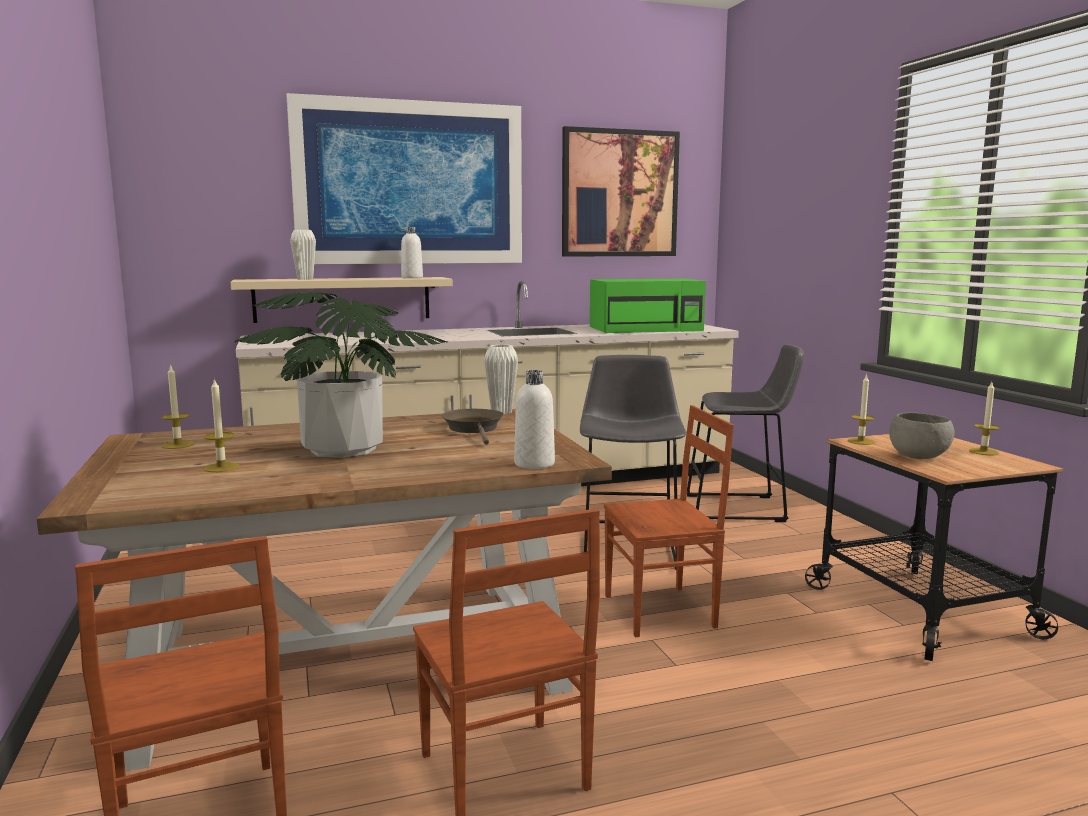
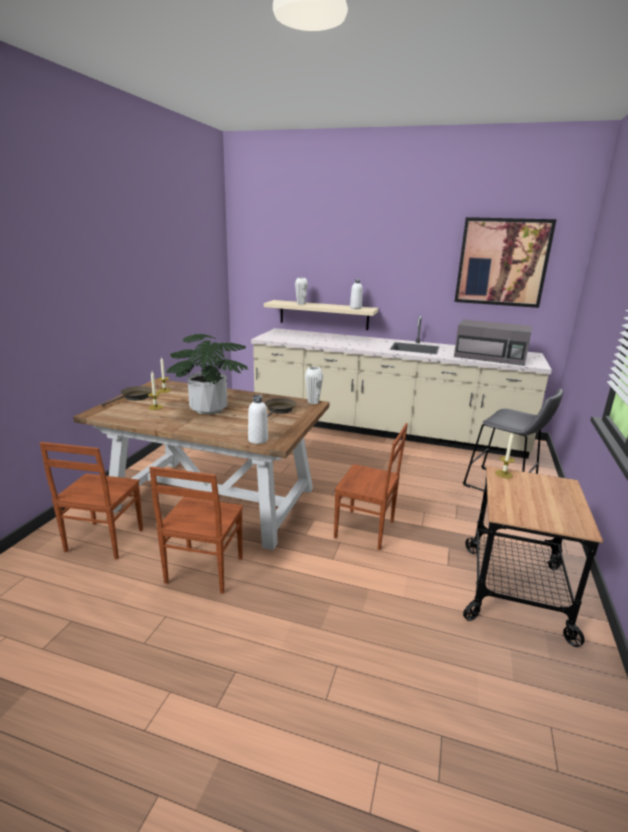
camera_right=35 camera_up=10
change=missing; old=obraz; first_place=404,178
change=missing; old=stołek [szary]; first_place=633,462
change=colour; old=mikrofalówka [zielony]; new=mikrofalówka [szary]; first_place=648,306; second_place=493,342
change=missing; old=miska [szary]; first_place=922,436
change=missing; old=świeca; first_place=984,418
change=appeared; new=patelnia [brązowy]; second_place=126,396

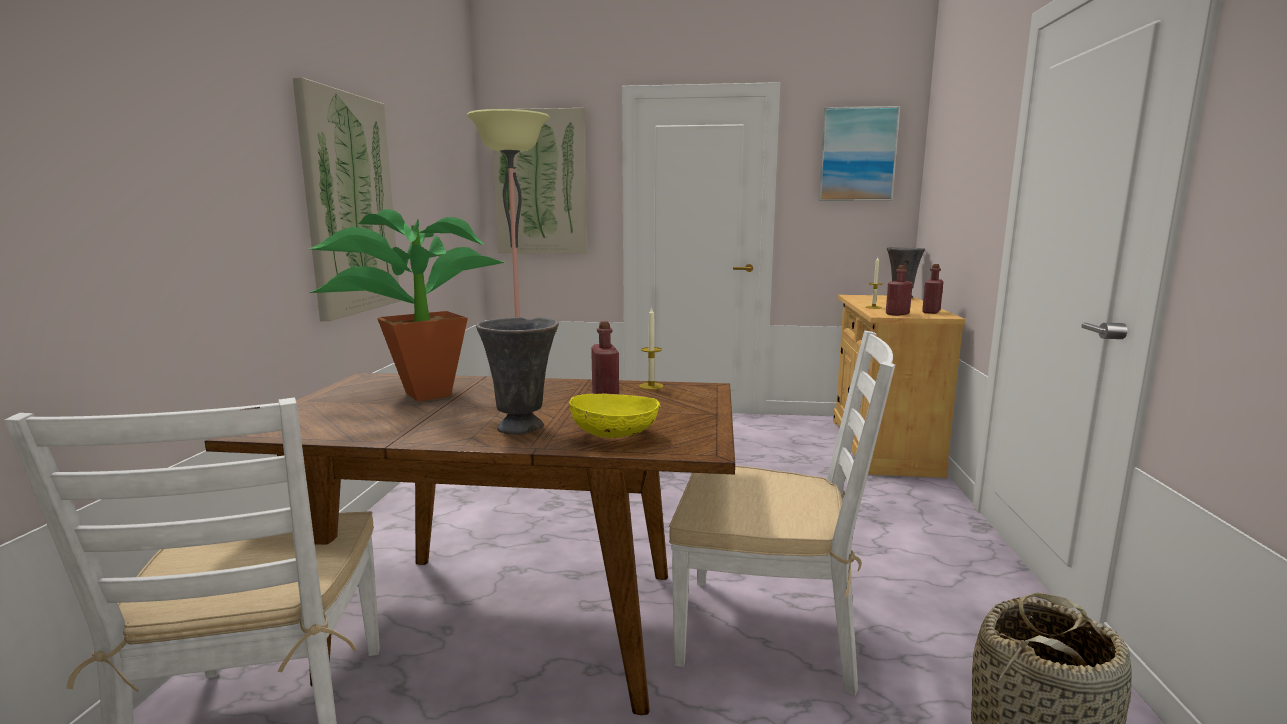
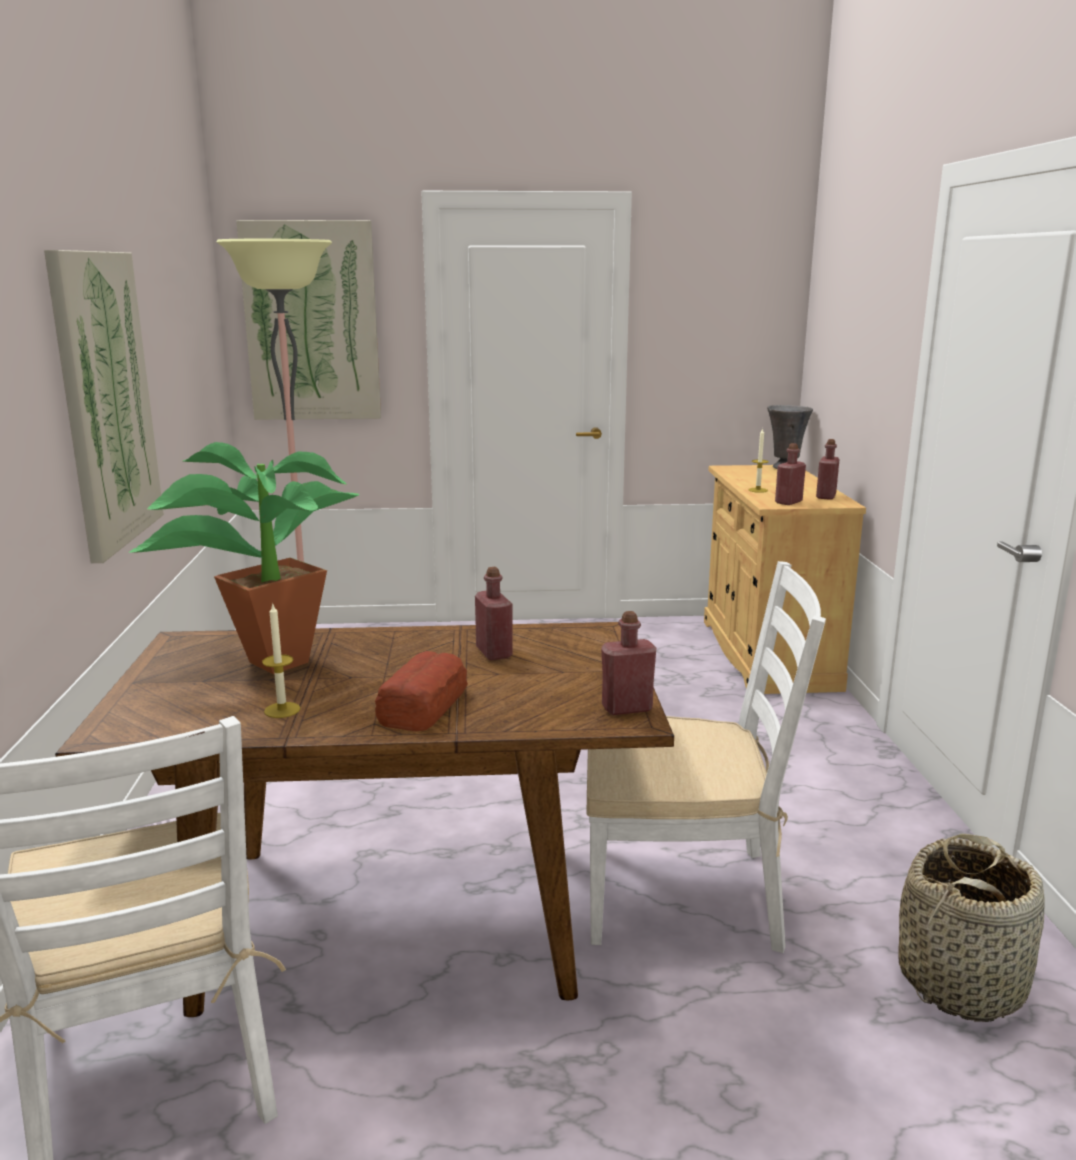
camera_right=-10 camera_up=5
change=exchanged; old=wazon [szary]; new=chleb; first_place=517,376; second_place=421,691
change=missing; old=miska [żółty]; first_place=615,415
change=relocated; old=świeca; first_place=651,348; second_place=281,660
change=missing; old=obraz; first_place=859,153
change=appeared; new=butelka [czerwony]; second_place=628,663

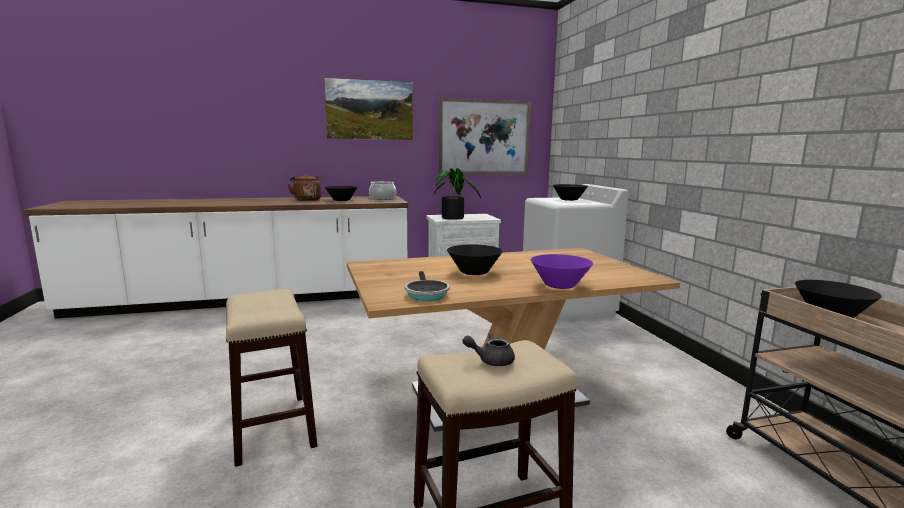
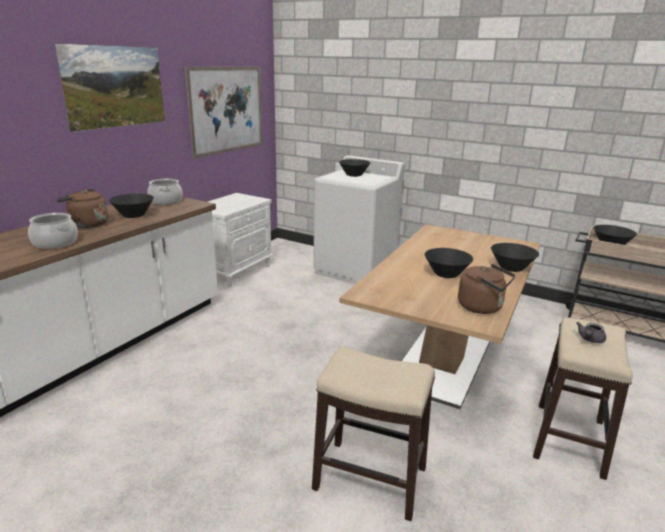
camera_right=-45 camera_up=10
change=exchanged; old=patelnia; new=czajnik [brązowy]; first_place=427,286; second_place=486,289
change=missing; old=roślina doniczkowa; first_place=457,194
change=colour; old=miska [fioletowy]; new=miska [czarny]; first_place=562,271; second_place=515,257
change=appeared; new=garnek; second_place=53,231

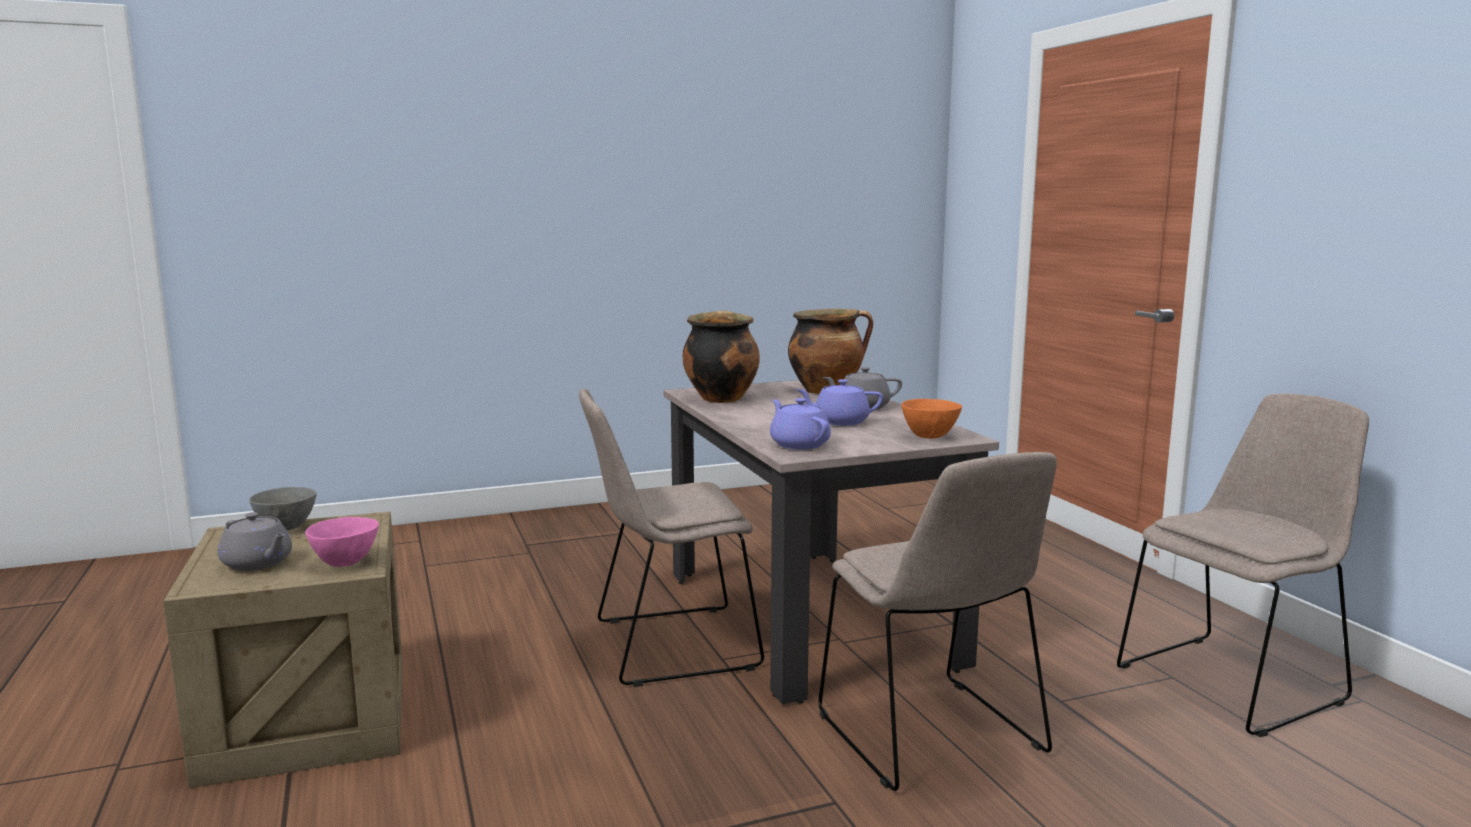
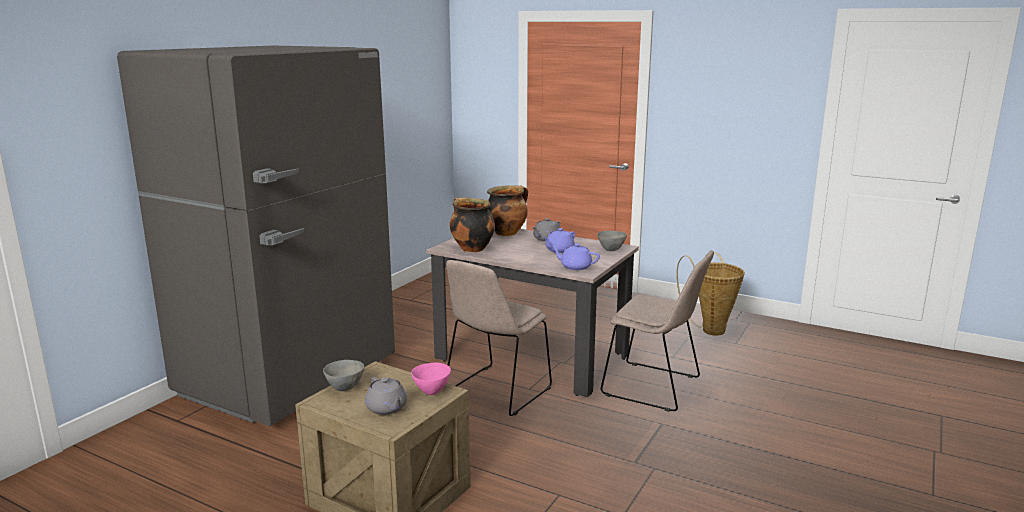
camera_right=-40 camera_up=5
change=spun; old=imbryk [szary]; first_place=255,541; second_place=386,396; degrees=60
change=colour; old=miska [pomarańczowy]; new=miska [szary]; first_place=931,419; second_place=612,241
change=exchanged; old=krzesło [beżowy]; new=koszyk; first_place=1243,565; second_place=710,294
change=appeared; new=lodówka [szary]; second_place=256,236

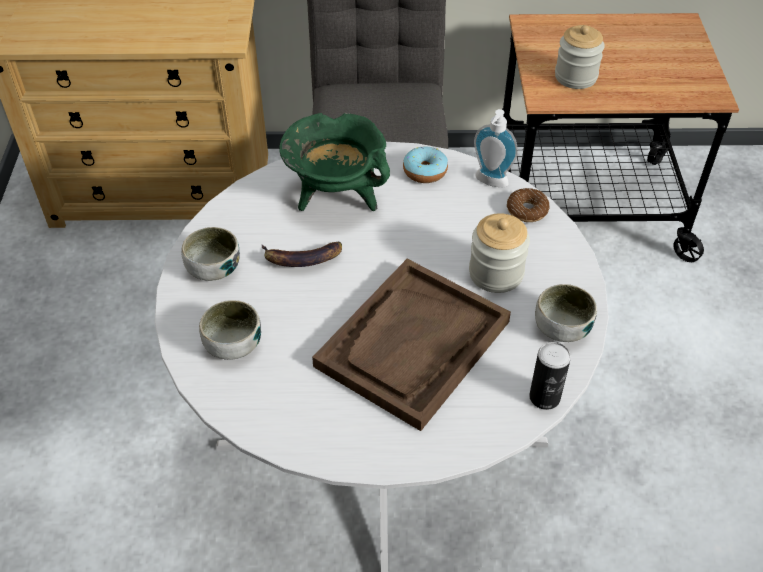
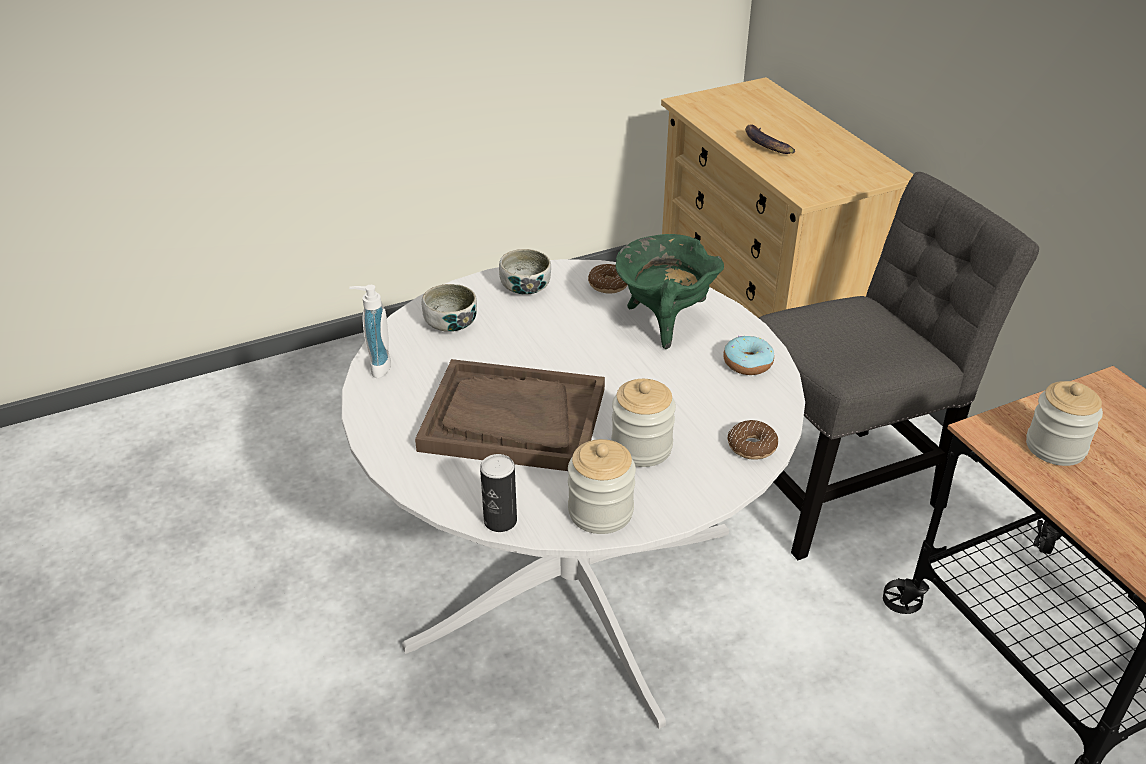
camera_right=65 camera_up=-10
change=relocated; old=banan; first_place=301,254; second_place=770,139
change=relocated; old=dozownik mydła; first_place=496,148; second_place=370,331
change=exchanged; old=miska; new=słoik; first_place=566,313; second_place=602,486
change=appeared; new=donut; second_place=608,279

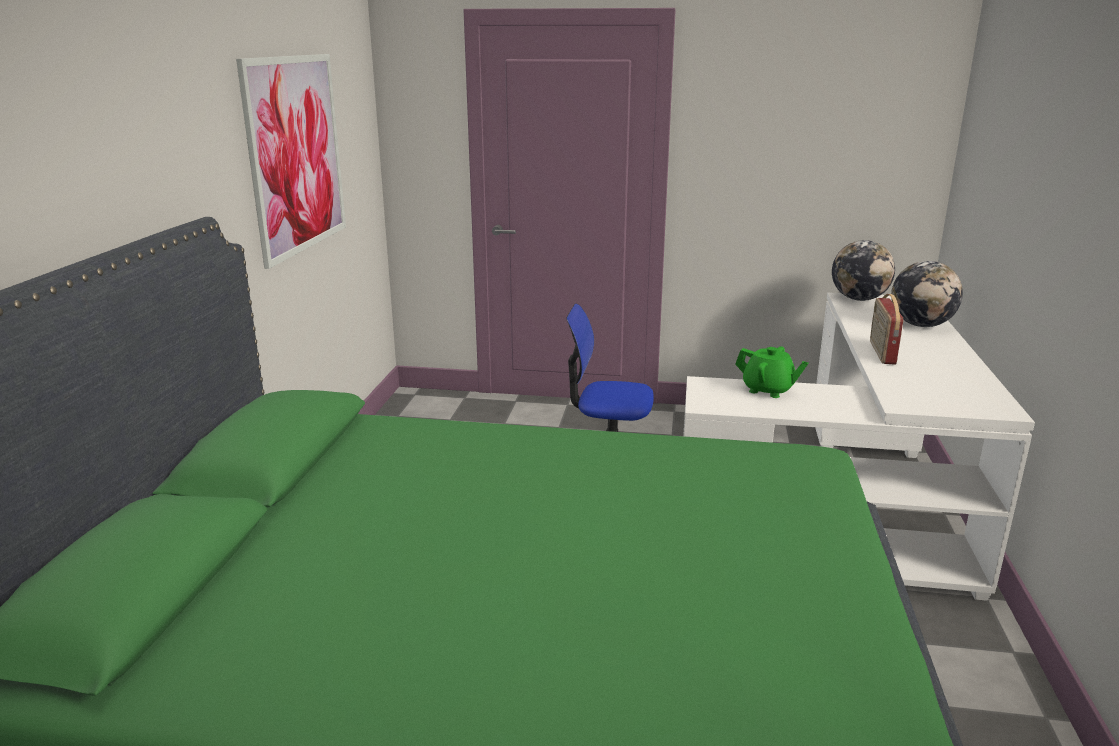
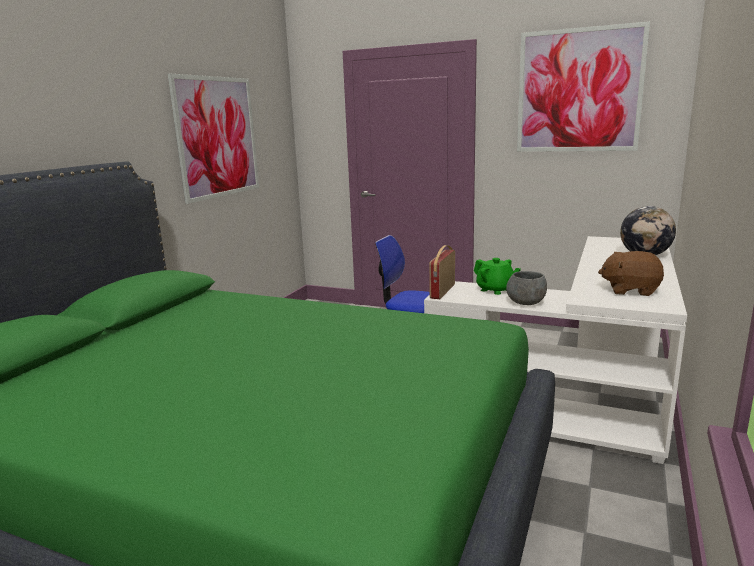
camera_right=15 camera_up=-5
change=missing; old=globus; first_place=863,270
change=relocated; old=radio; first_place=886,329; second_place=442,272
change=appeared; new=miska [szary]; second_place=526,288
change=appeared; new=obraz; second_place=583,86
change=appeared; new=pluszak [brązowy]; second_place=631,273

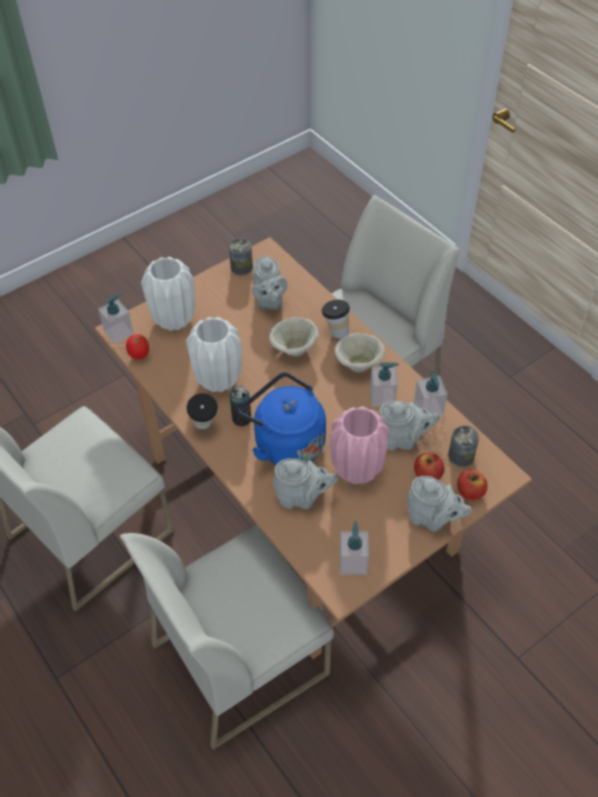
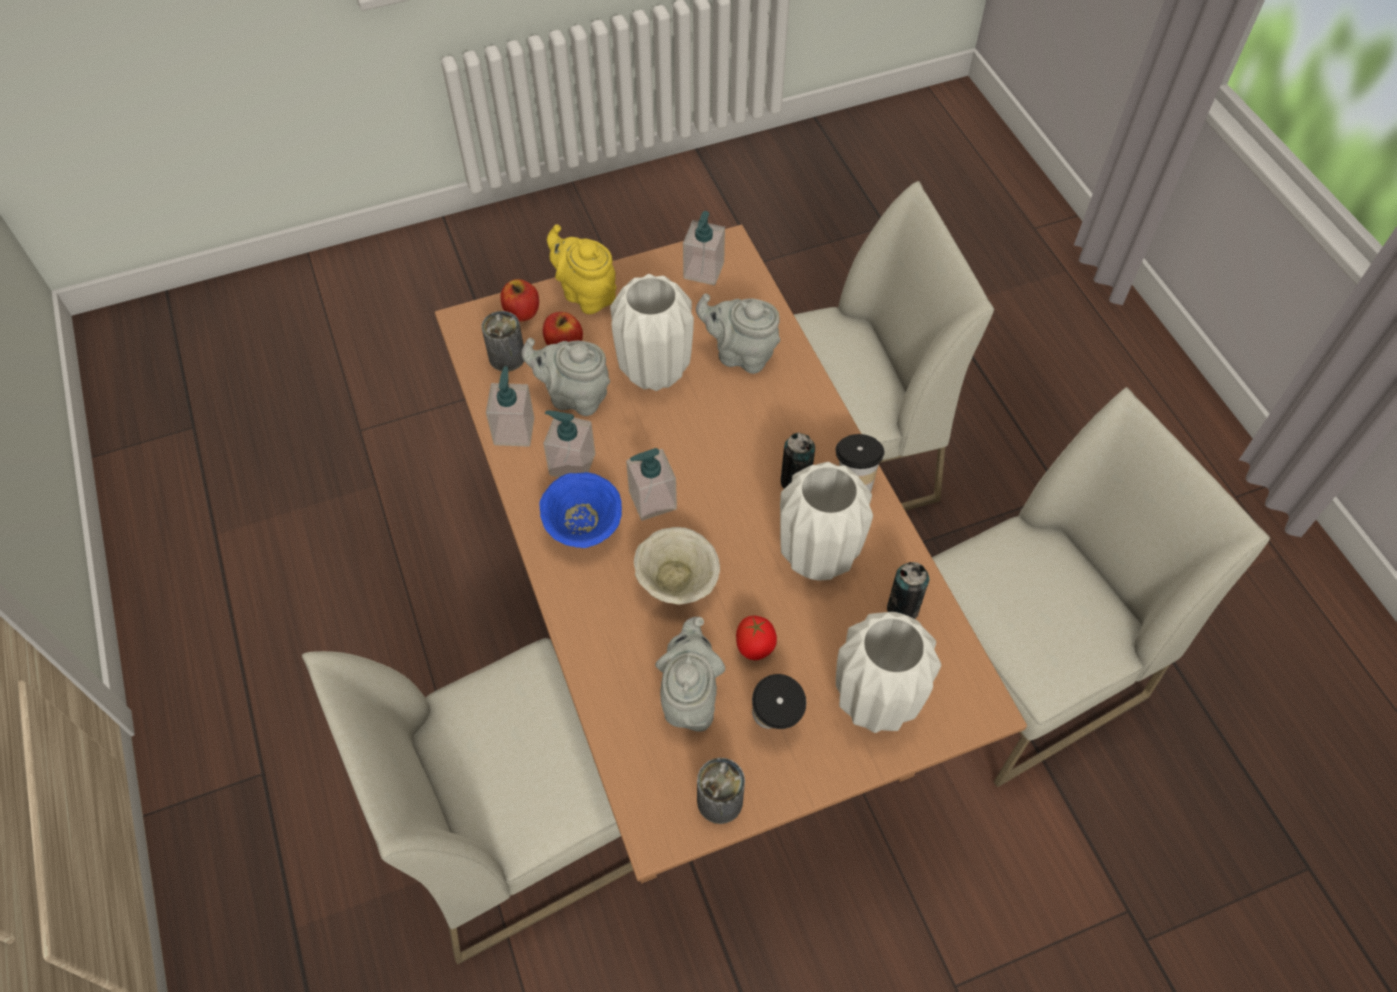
camera_right=-165 camera_up=5
change=relocated; old=dozownik mydła; first_place=116,318; second_place=651,484
change=relocated; old=pomidor; first_place=137,347; second_place=756,638
change=missing; old=czajnik [niebieski]; first_place=282,418
change=relocated; old=filiżanka; first_place=335,319; second_place=779,701
change=colour; old=wazon [różowy]; new=wazon [biały]; first_place=359,445; second_place=652,332
change=colour; old=miska [beżowy]; new=miska [niebieski]; first_place=359,352; second_place=580,510
change=colour; old=imbryk [szary]; new=imbryk [żółty]; first_place=439,504; second_place=582,269
change=appeared; new=puszka; second_place=908,590

